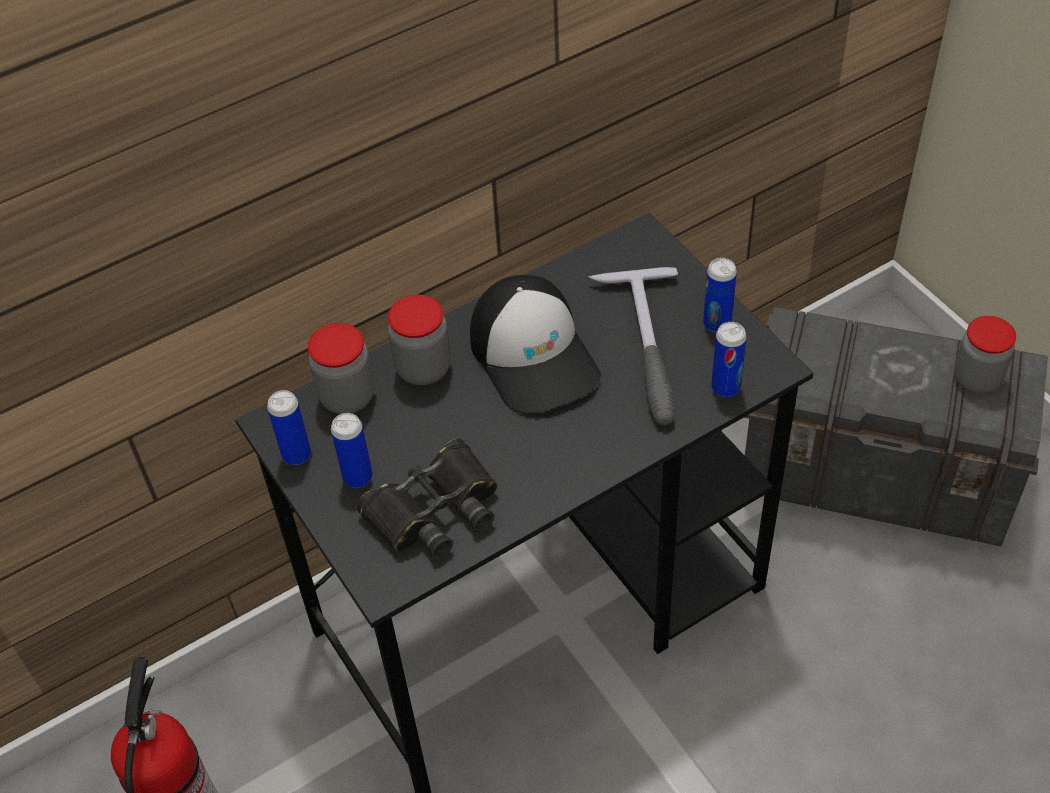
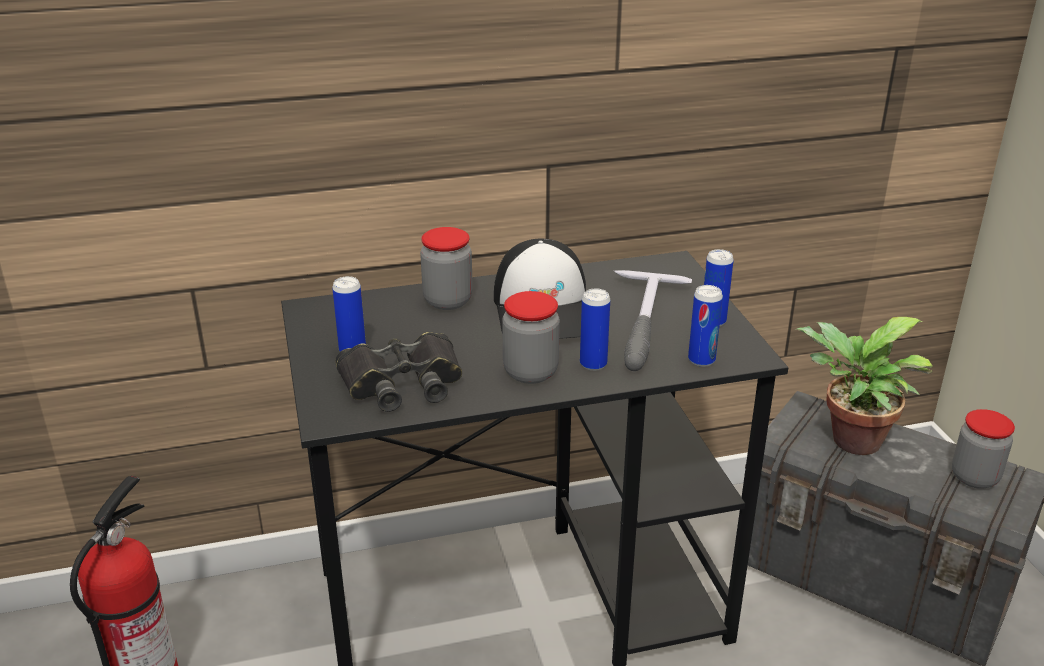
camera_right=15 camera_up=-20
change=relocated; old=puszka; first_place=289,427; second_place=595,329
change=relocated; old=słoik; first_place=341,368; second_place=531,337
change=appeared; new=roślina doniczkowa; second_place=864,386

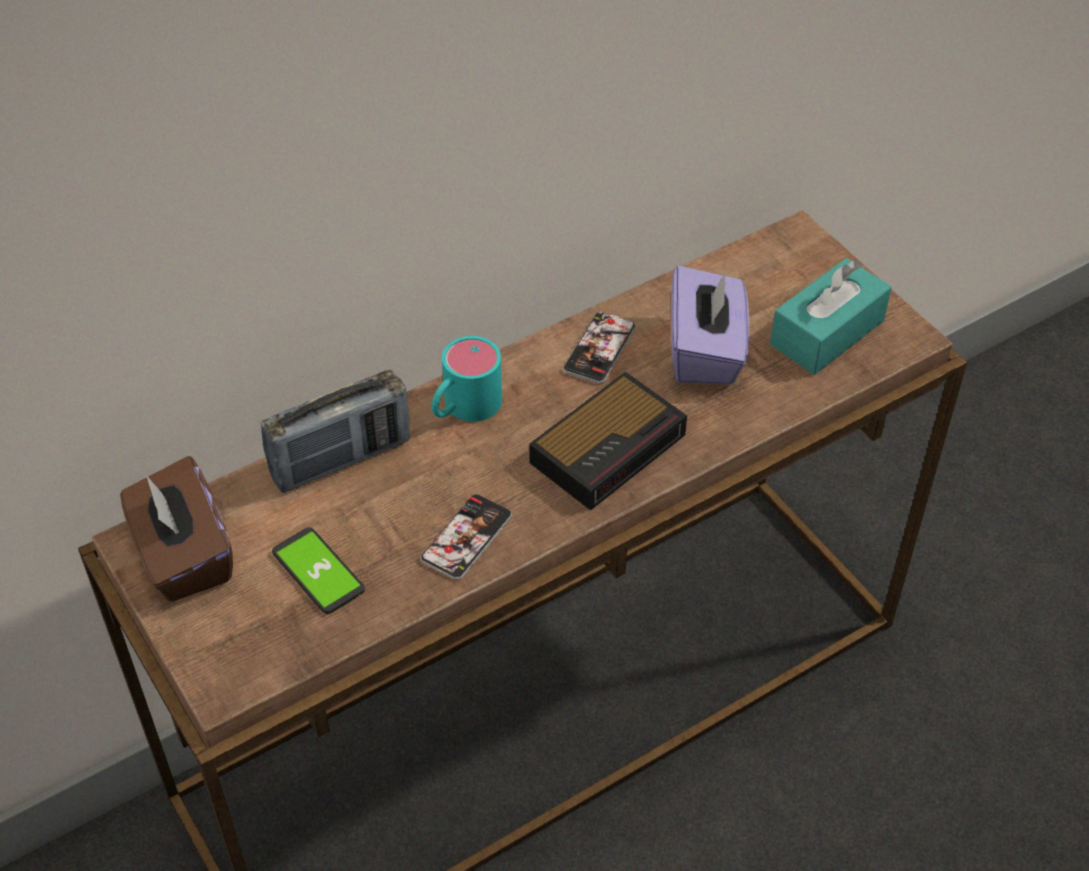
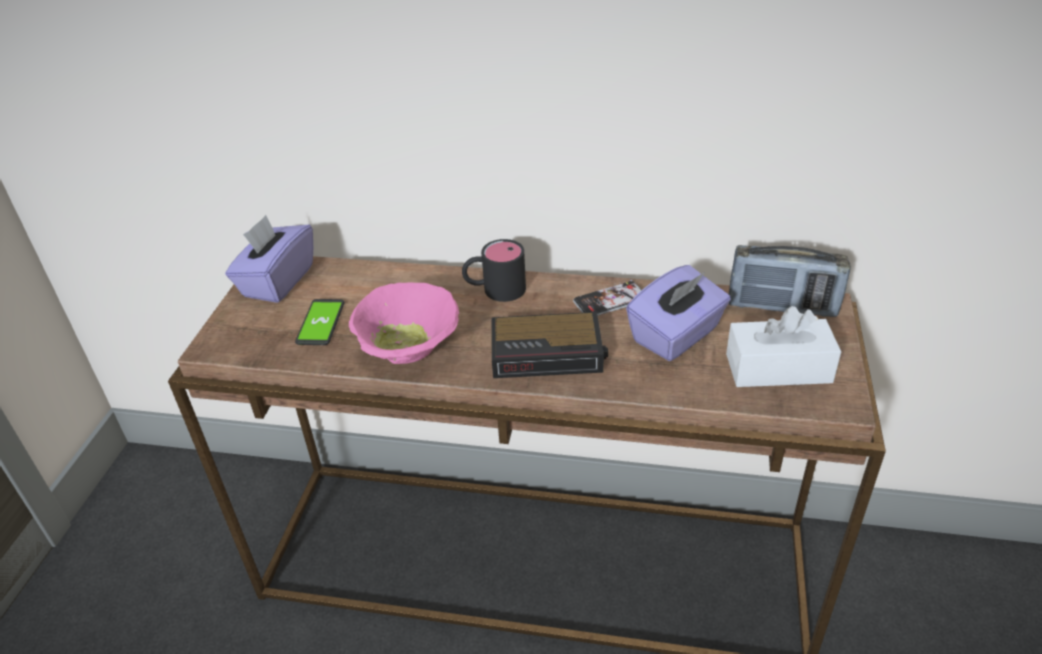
camera_right=45 camera_up=-10
change=colour; old=pudełko chusteczek [brązowy]; new=pudełko chusteczek [fioletowy]; first_place=176,528; second_place=269,259
change=relocated; old=radio; first_place=335,431; second_place=790,281
change=exchanged; old=telefon; new=miska [różowy]; first_place=466,537; second_place=404,323
change=colour; old=kubek [turkusowy]; new=kubek [czarny]; first_place=466,379; second_place=494,270
change=colour; old=pudełko chusteczek [turkusowy]; new=pudełko chusteczek [biały]; first_place=831,316; second_place=783,346

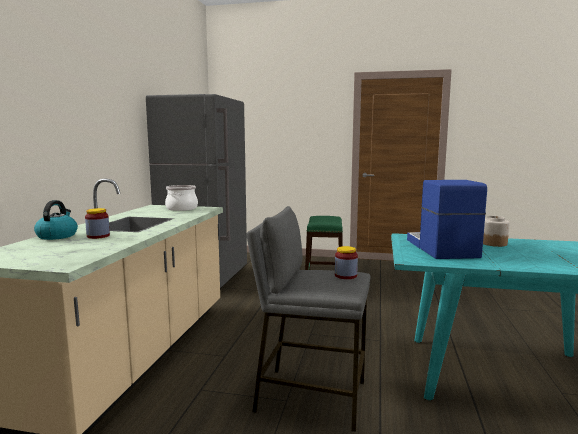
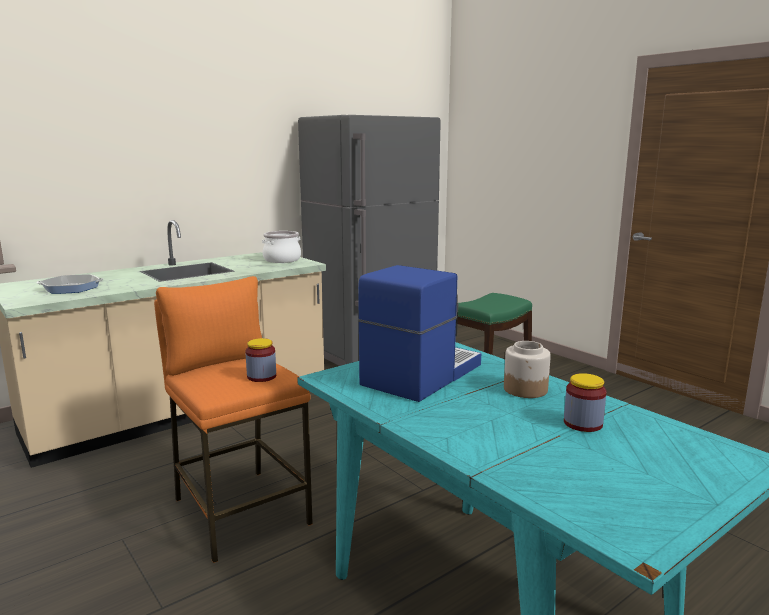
camera_right=40 camera_up=5
change=missing; old=czajnik; first_place=56,220
change=relocated; old=słoik; first_place=97,223; second_place=585,402
change=colour; old=stołek [szary]; new=stołek [pomarańczowy]; first_place=308,319; second_place=233,419
change=appeared; new=patelnia; second_place=69,284

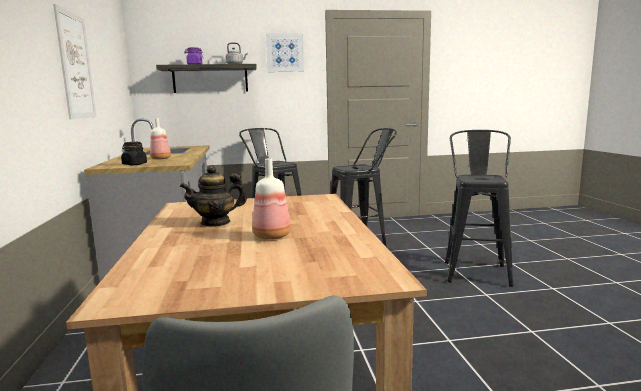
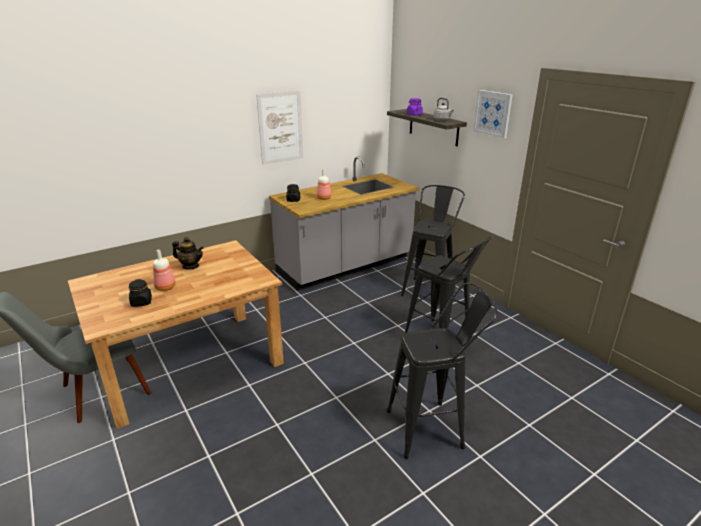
camera_right=65 camera_up=15
change=spun; old=imbryk; first_place=213,196; second_place=188,253; degrees=150
change=appeared; new=słoik [czarny]; second_place=140,293

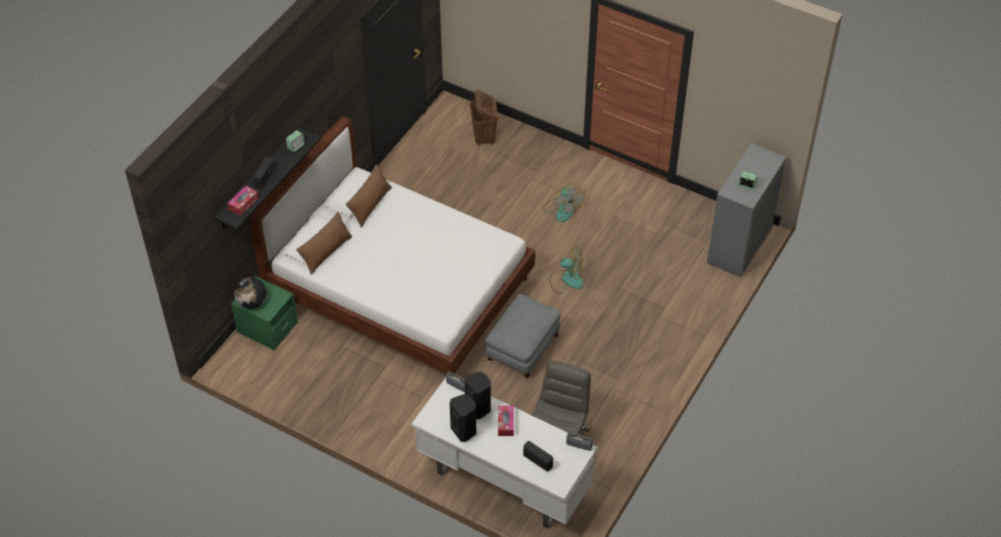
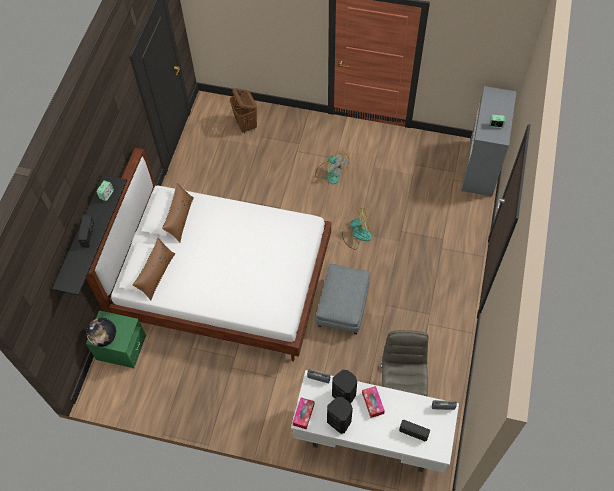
camera_right=-15 camera_up=10
change=relocated; old=pudełko chusteczek; first_place=243,201; second_place=304,413

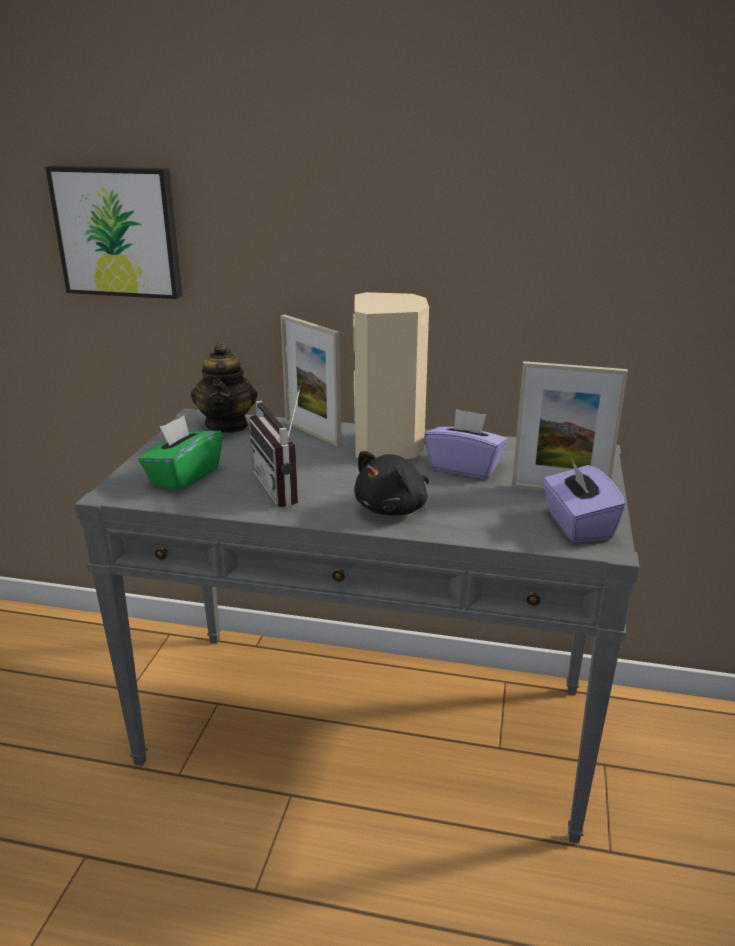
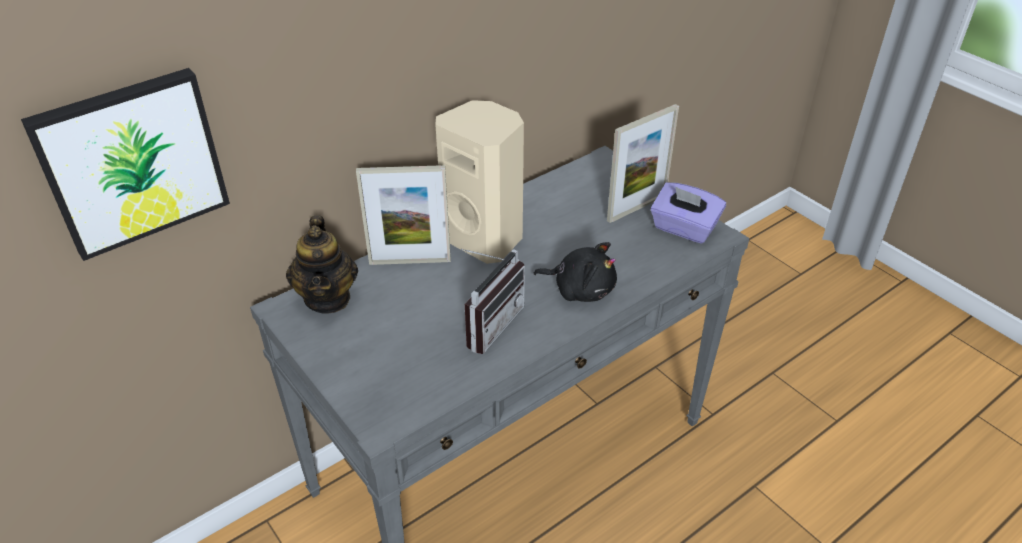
camera_right=-50 camera_up=15
change=missing; old=pudełko chusteczek [zielony]; first_place=180,453
change=spun; old=imbryk; first_place=224,387; second_place=322,264; degrees=45
change=spun; old=radio; first_place=275,446; second_place=493,301; degrees=-75
change=spun; old=pluszak [czarny]; first_place=391,483; second_place=575,272; degrees=-60
change=missing; old=pudełko chusteczek [fioletowy]; first_place=466,444

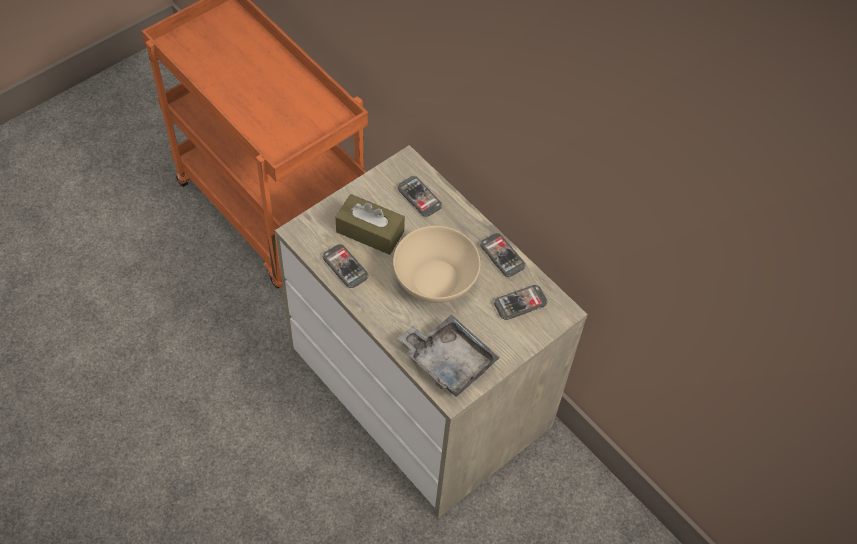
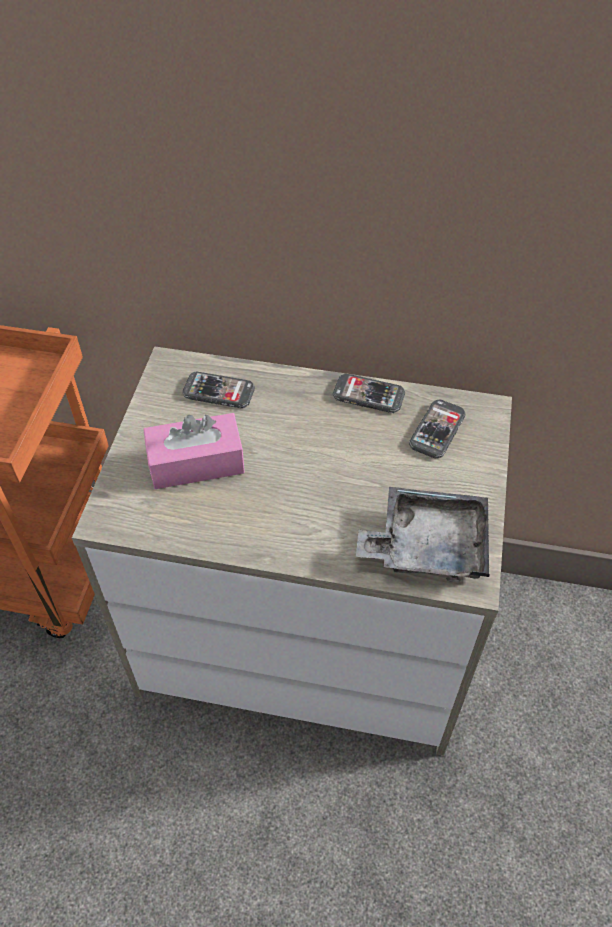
camera_right=-35 camera_up=-5
change=missing; old=telefon; first_place=345,266
change=colour; old=pudełko chusteczek [brązowy]; new=pudełko chusteczek [różowy]; first_place=370,224; second_place=194,451
change=missing; old=miska [beżowy]; first_place=436,264

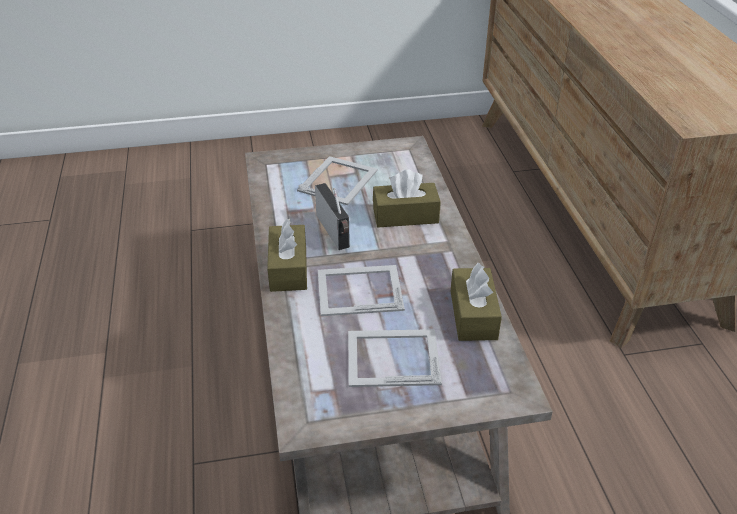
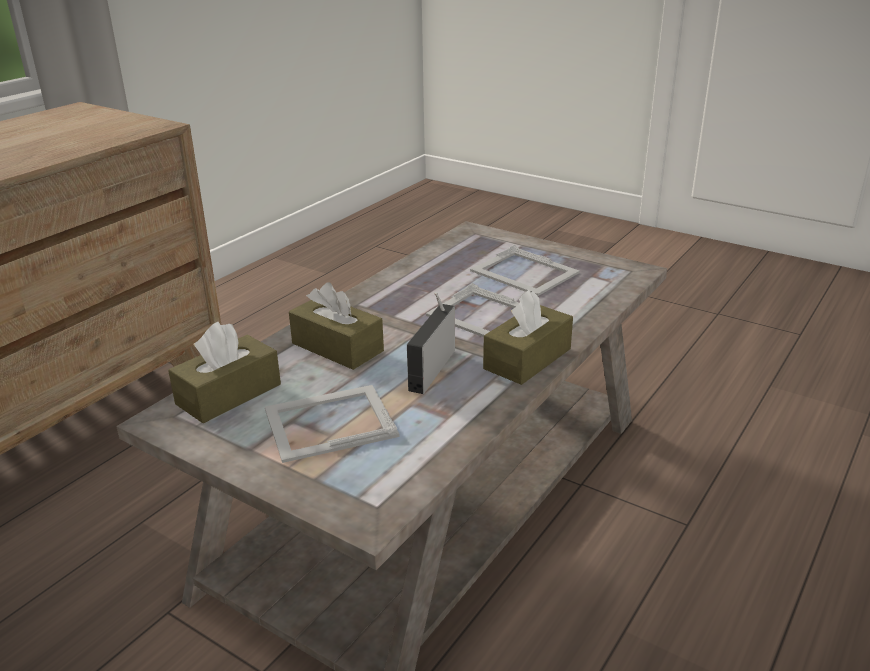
camera_right=-135 camera_up=-10
change=relocated; old=pudełko chusteczek [brązowy]; first_place=476,302; second_place=224,372

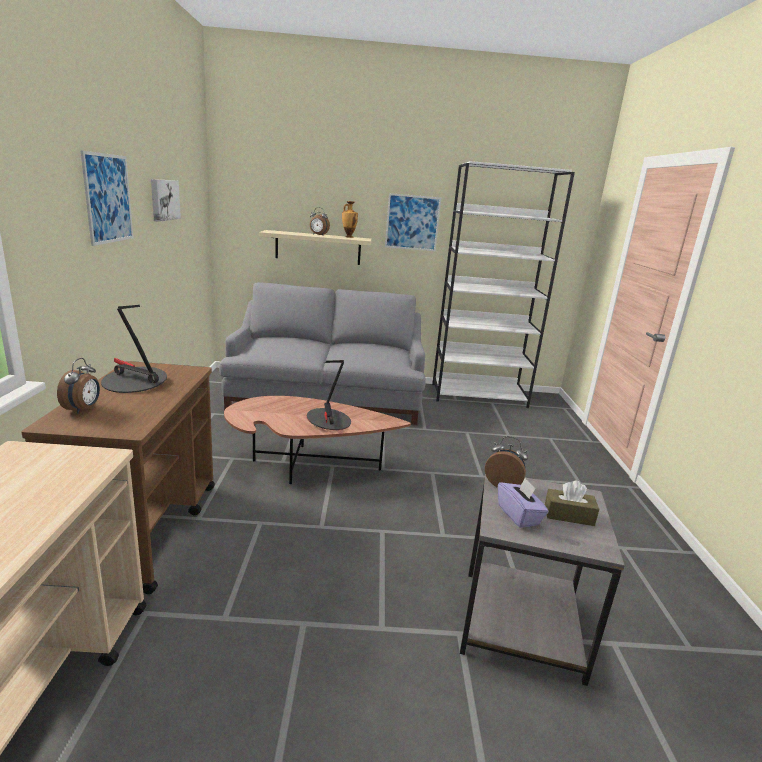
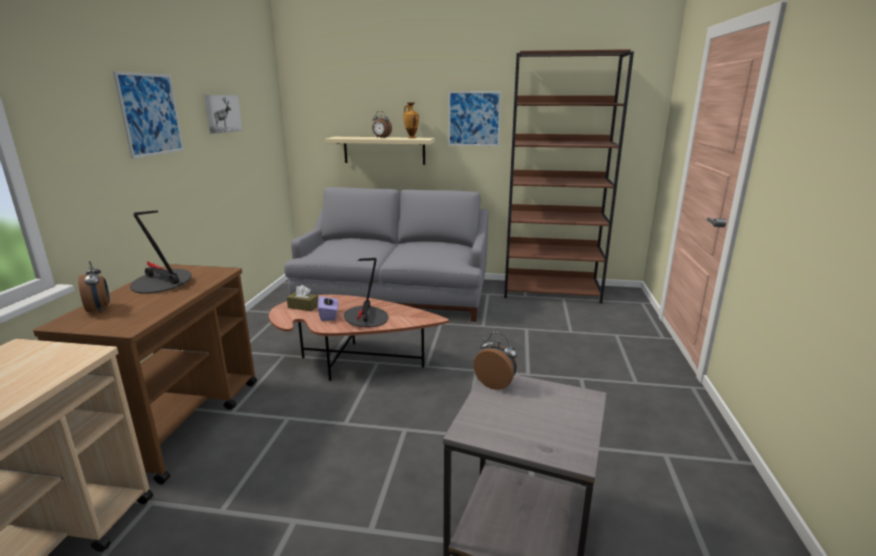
camera_right=10 camera_up=0
change=spun; old=budzik; first_place=78,386; second_place=94,287; degrees=-45
change=colour; old=regał [biały]; new=regał [brązowy]; first_place=503,284; second_place=569,176
change=relocated; old=pudełko chusteczek [fioletowy]; first_place=523,503; second_place=328,307
change=relocated; old=pudełko chusteczek [brązowy]; first_place=572,503; second_place=302,298

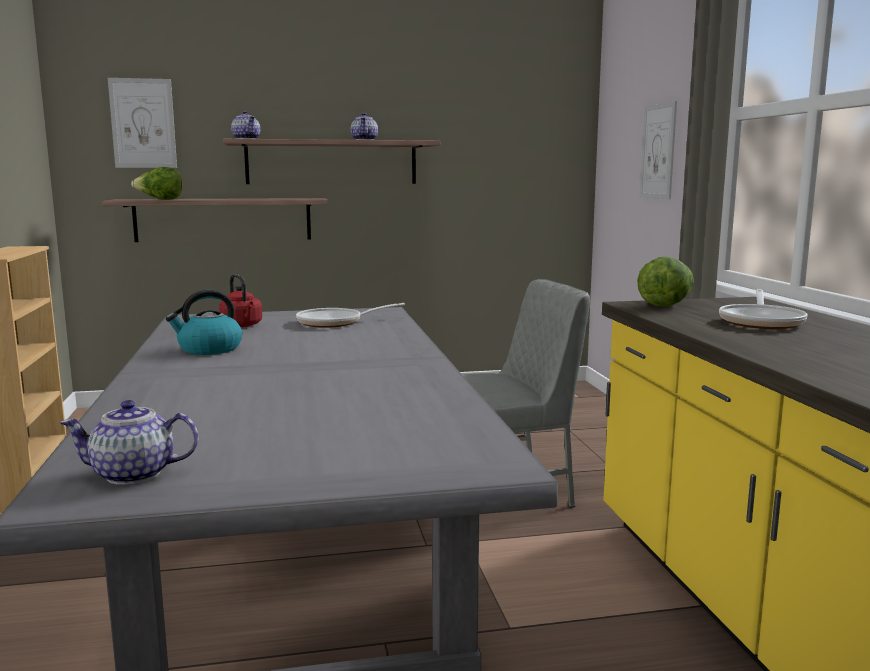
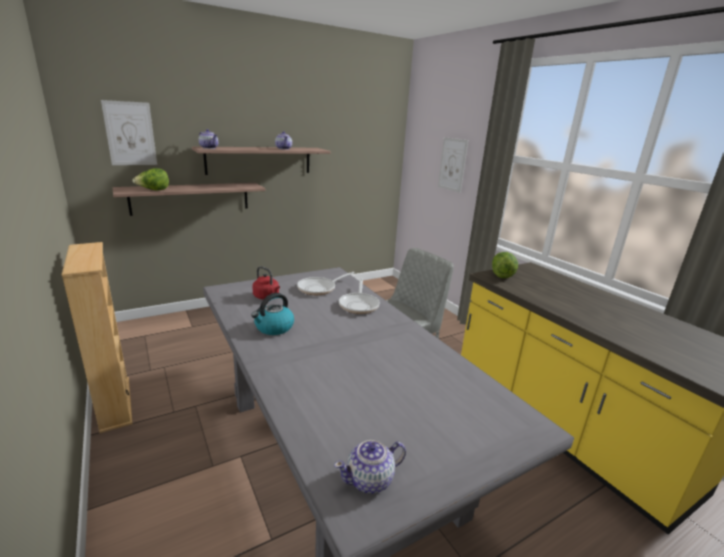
camera_right=-20 camera_up=10
change=relocated; old=patelnia; first_place=763,309; second_place=359,296

